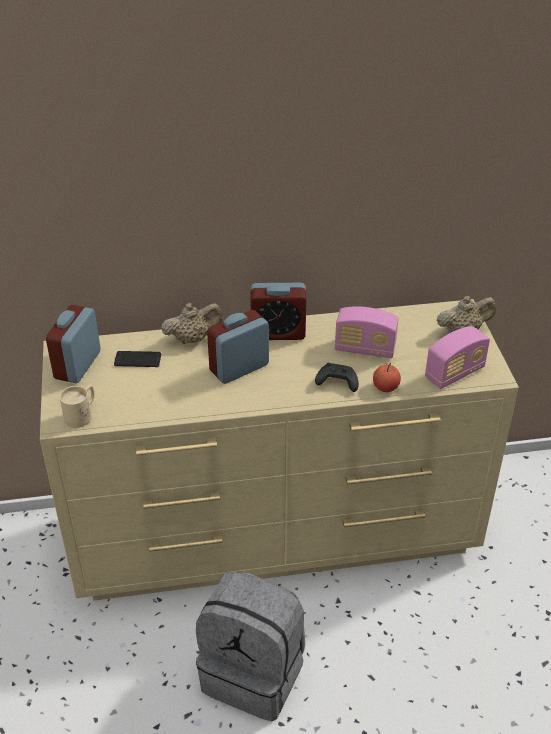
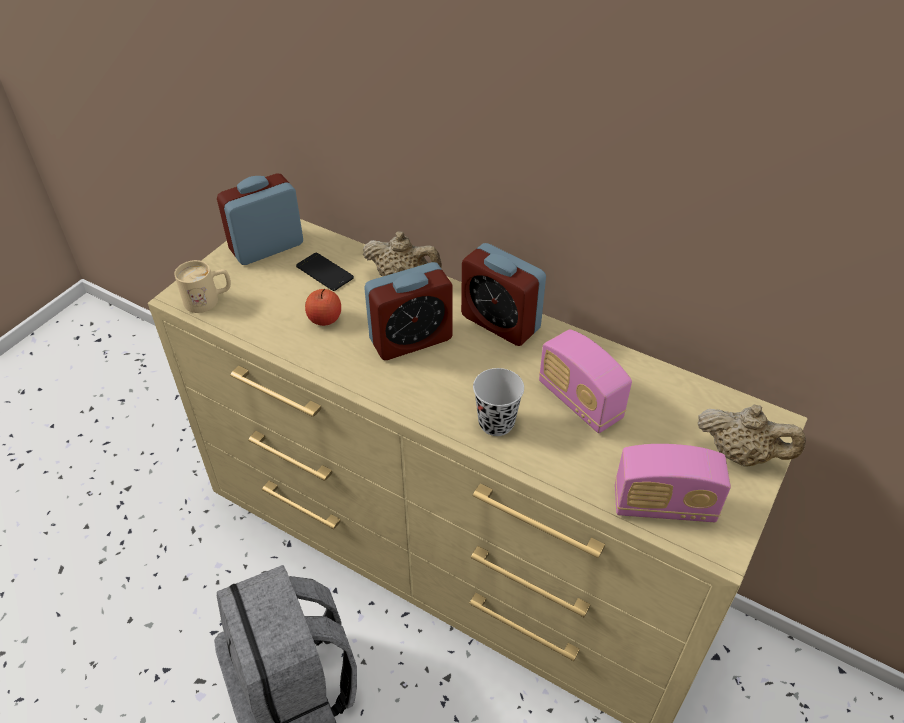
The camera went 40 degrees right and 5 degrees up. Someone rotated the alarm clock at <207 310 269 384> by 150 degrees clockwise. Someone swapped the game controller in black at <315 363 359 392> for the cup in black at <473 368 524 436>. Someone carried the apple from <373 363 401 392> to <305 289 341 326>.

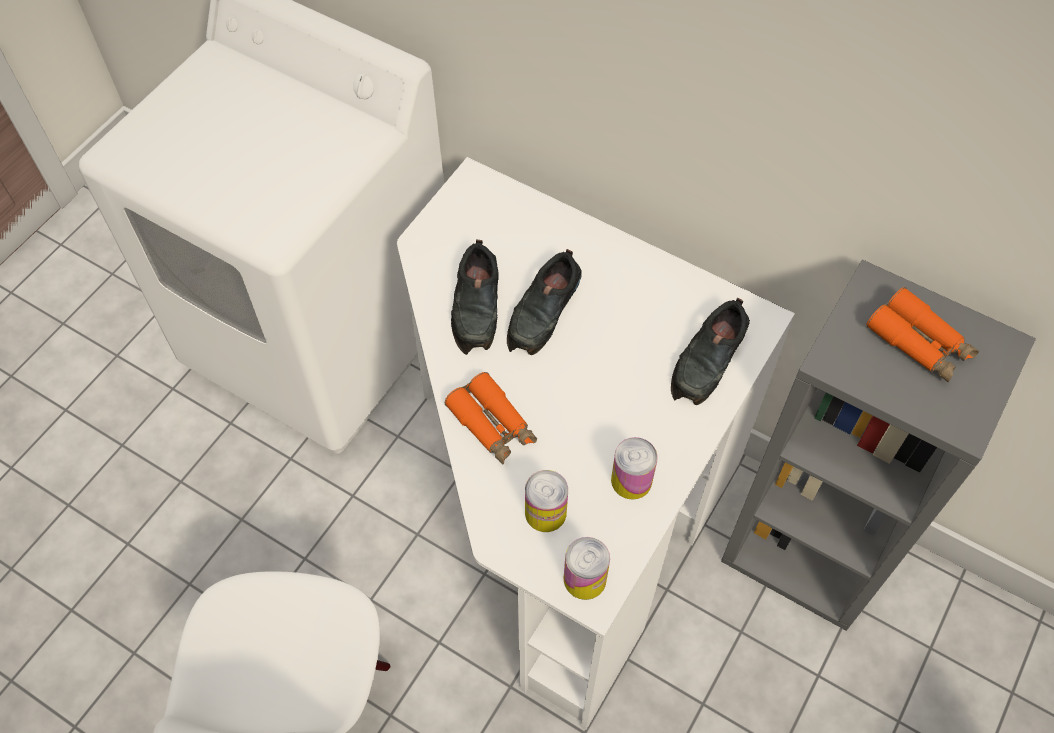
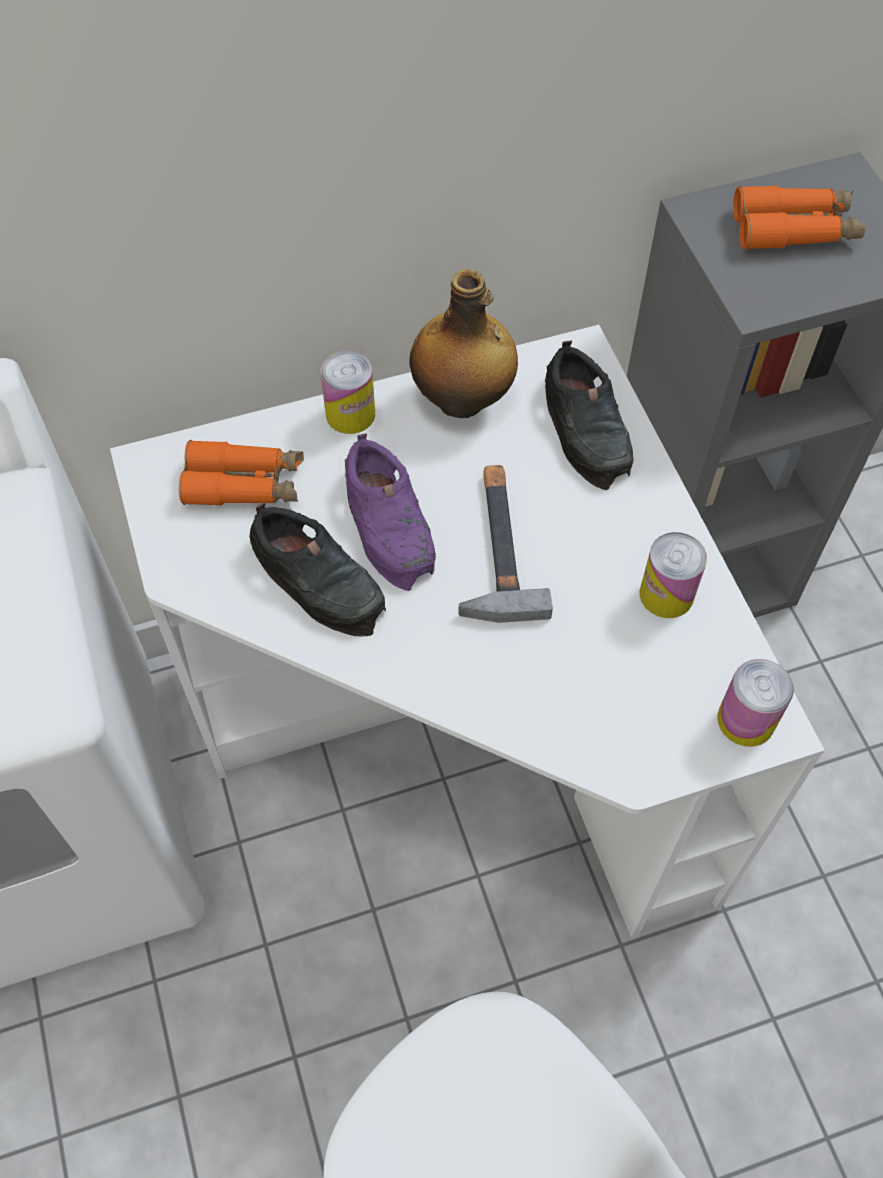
The camera went 50 degrees left and 0 degrees up. Someone repainted the shoe in black at <507 249 582 355>, which became the shoe in purple at <345 433 436 591>. Someone carried the binoculars in orange from <445 372 537 465> to <179 440 304 506>. Someone carried the can from <525 470 568 532> to <321 351 375 434>. Someone put down the bottle at <409 269 518 418>. Someone put down the hammer at <459 465 553 623>.

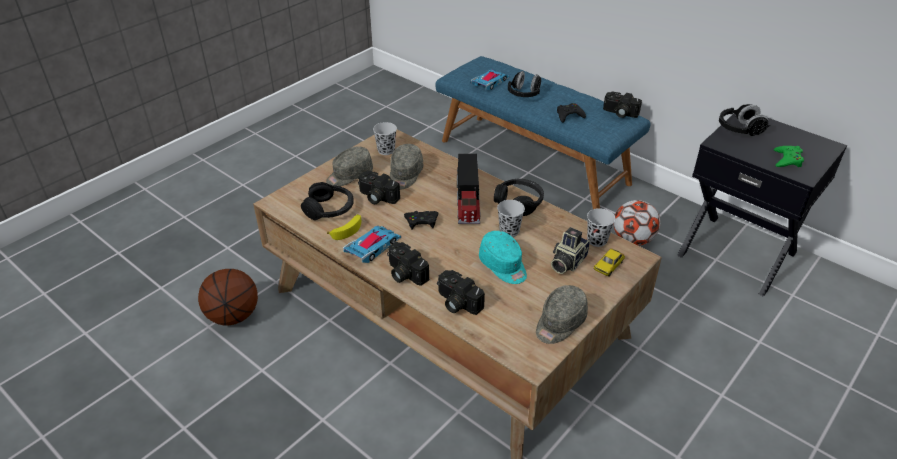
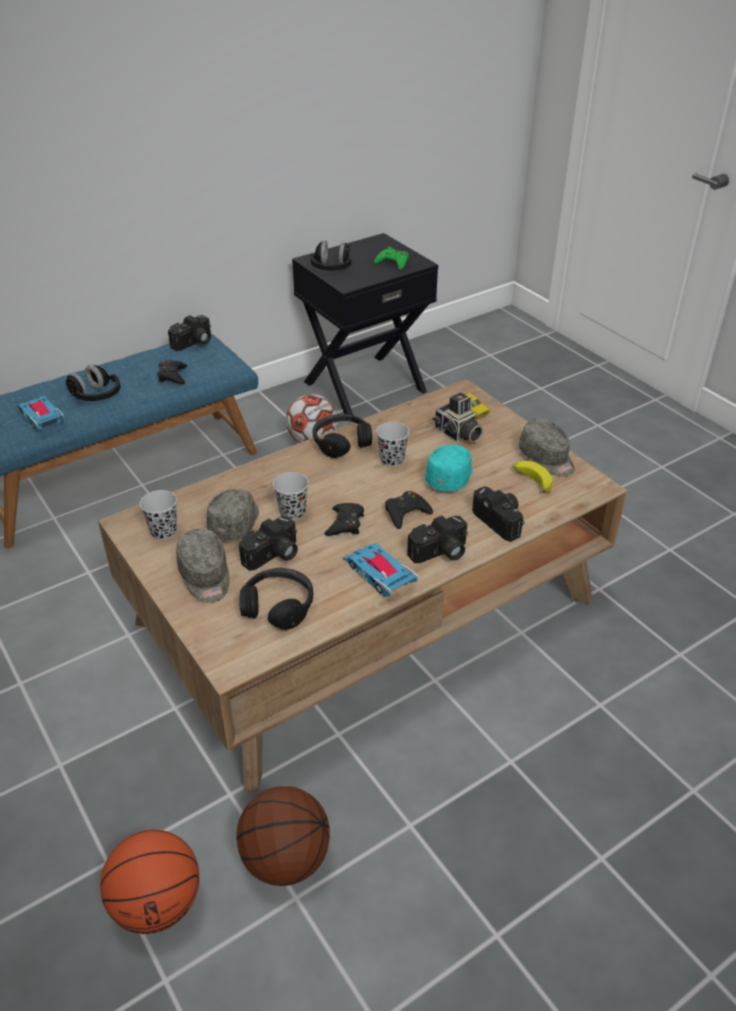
The camera went 75 degrees left and 0 degrees up. Someone rotated the cap in grey at <390 144 423 189> by 105 degrees counterclockwise. Someone took away the toy truck at <457 154 480 224>. Someone carried the cup in black from <587 208 616 247> to <273 472 309 521>. Someone carried the banana from <327 214 361 240> to <512 461 552 493>. Someone rotated the cap in turquoise at <479 231 527 284> by 45 degrees counterclockwise. Someone rotated the photo camera at <437 270 485 315> by 90 degrees counterclockwise. Someone put down the game controller in black at <385 491 433 529>. Someone put down the basketball at <100 829 199 934>.

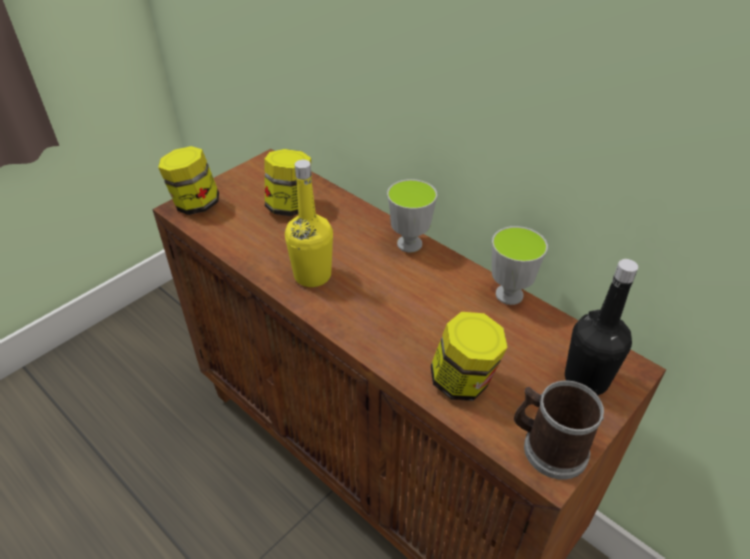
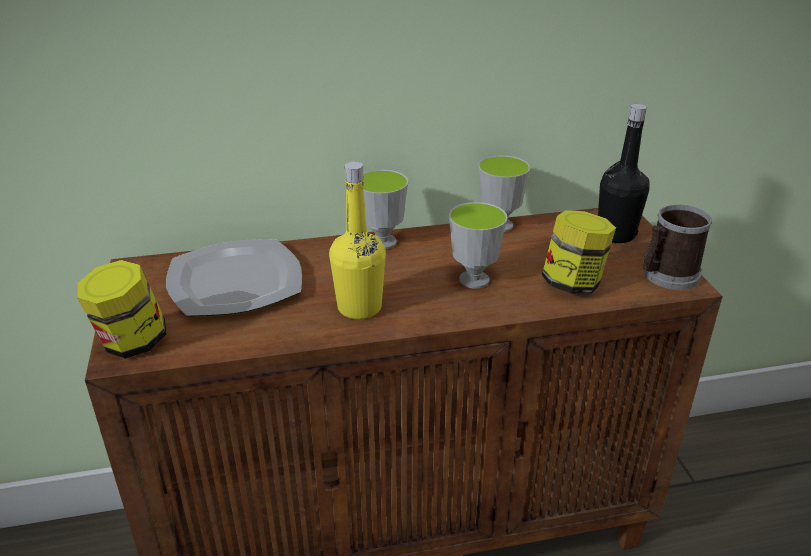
The camera went 55 degrees left and 10 degrees down. Someone swapped the jar at <264 149 311 216> for the plate at <166 239 302 316>. Someone put down the cup at <449 202 507 289>.

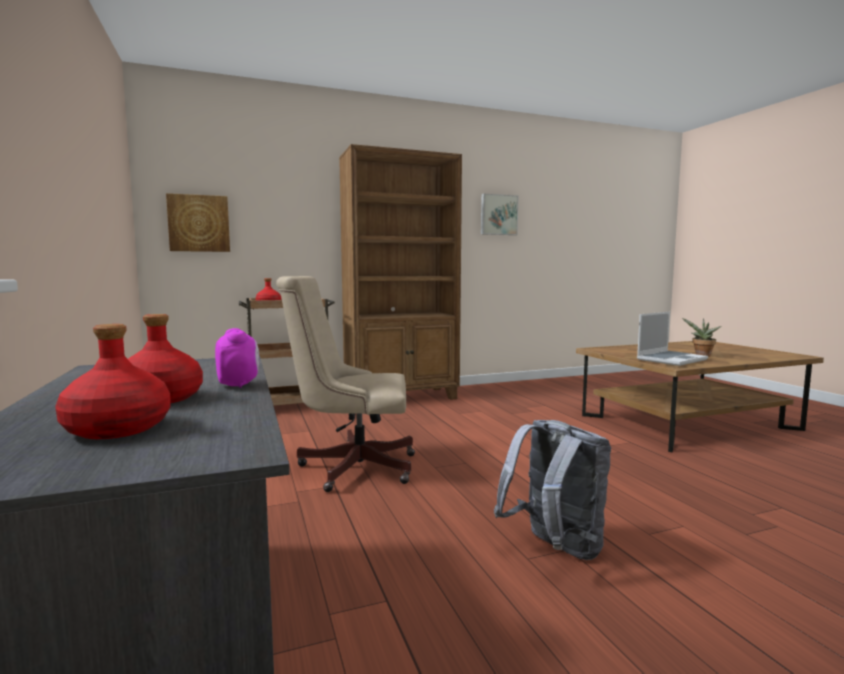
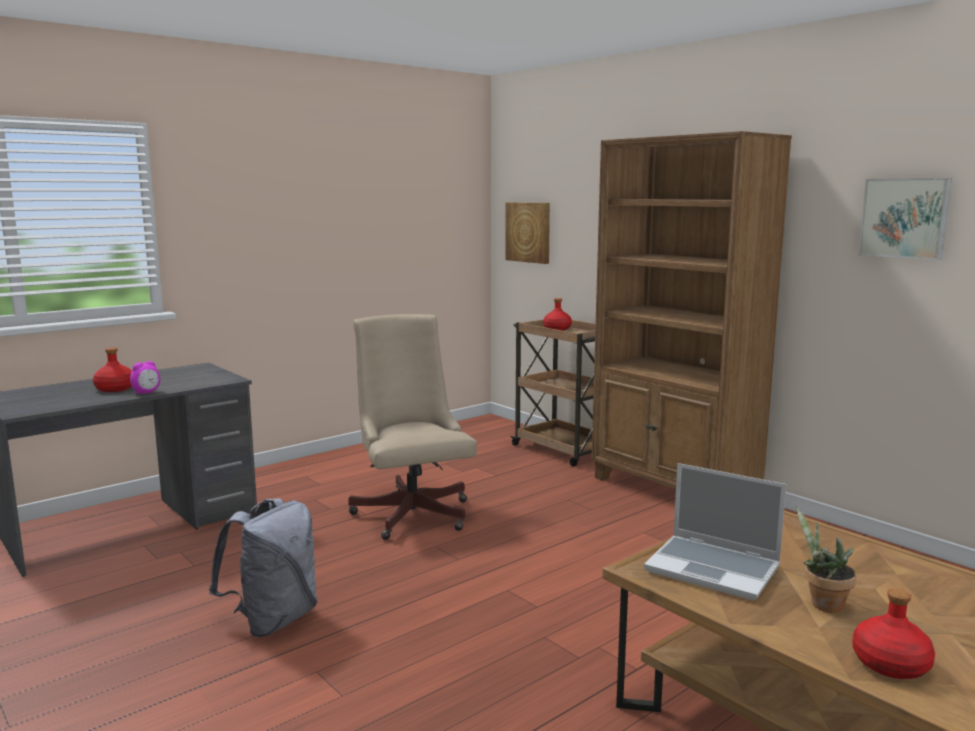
The camera went 70 degrees right and 5 degrees up. Someone carried the bottle in red from <55 324 170 439> to <852 588 935 679>.

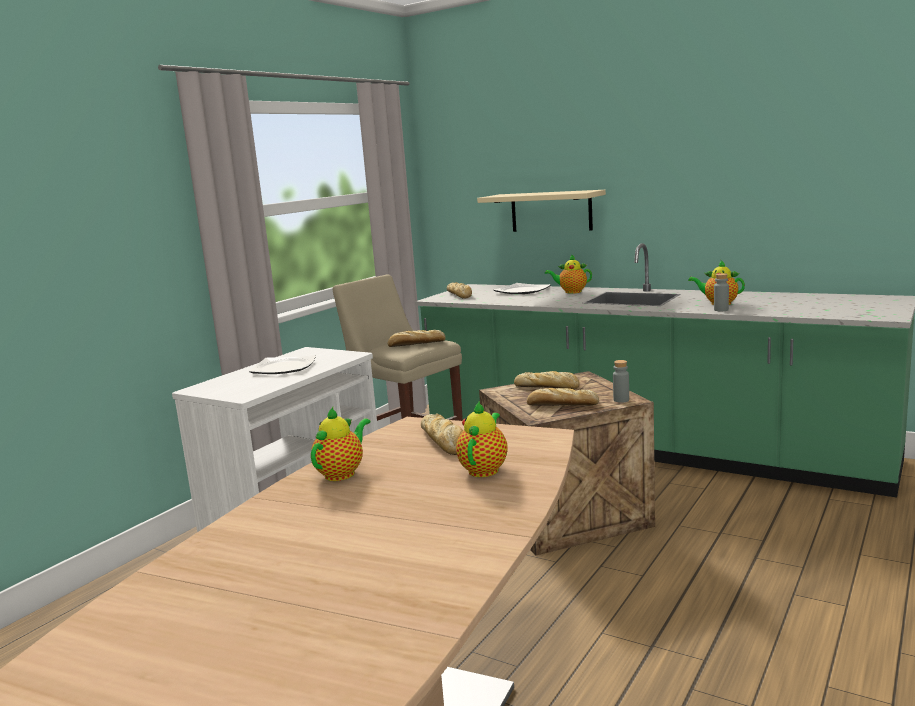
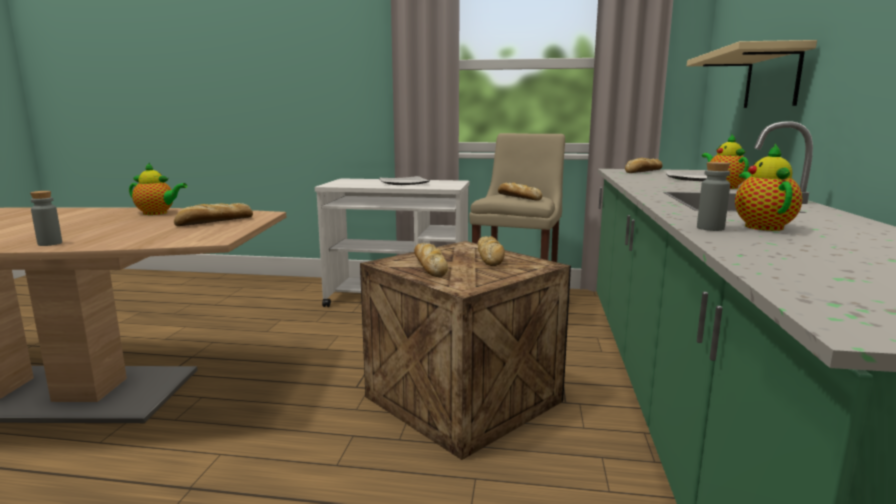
The camera went 65 degrees right and 0 degrees up. Someone carried the bottle in grey from <613 360 629 403> to <30 191 62 246>. Someone took away the teapot at <456 400 508 477>.

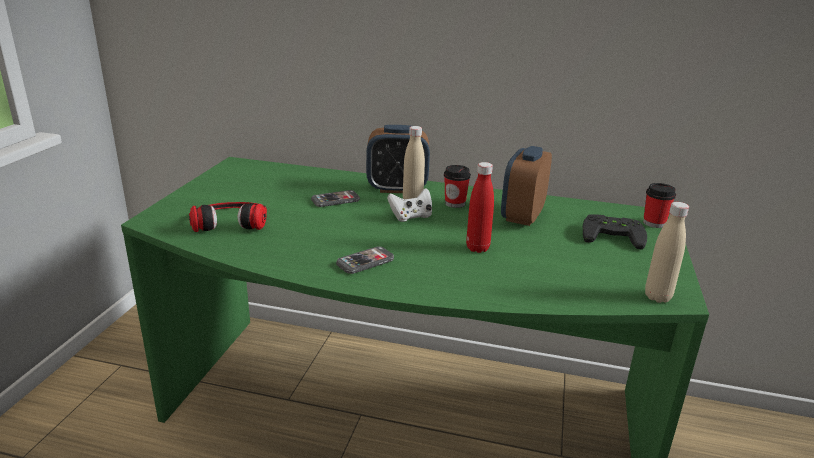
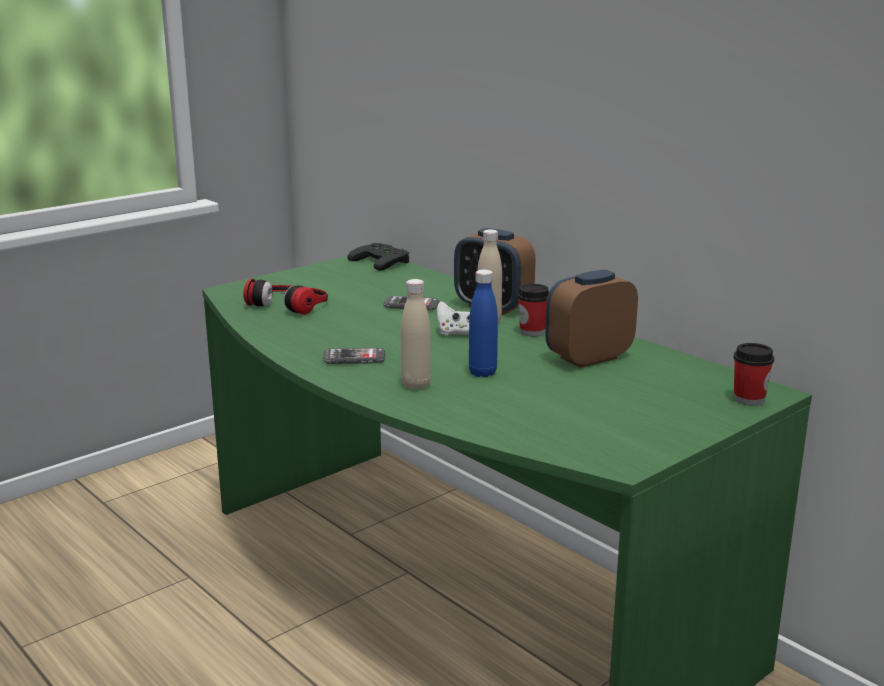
The camera went 35 degrees right and 5 degrees down. Someone repainted the bottle in red at <466 162 494 253>, which became the bottle in blue at <469 269 498 377>. Someone carried the bottle in beige from <645 202 689 303> to <401 279 431 390>. Someone carried the game controller in black from <583 215 647 250> to <347 243 409 271>.

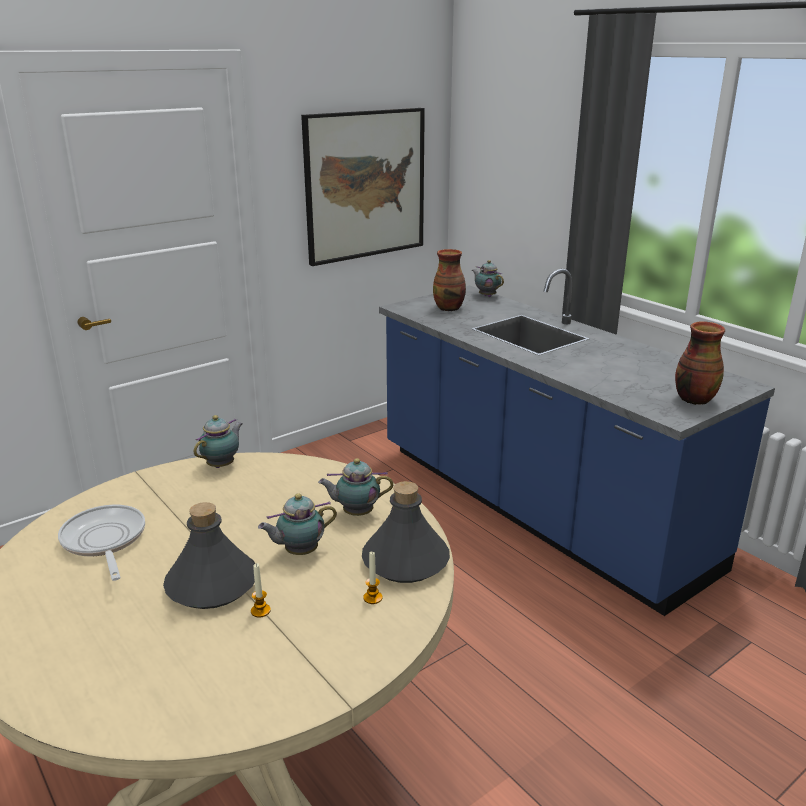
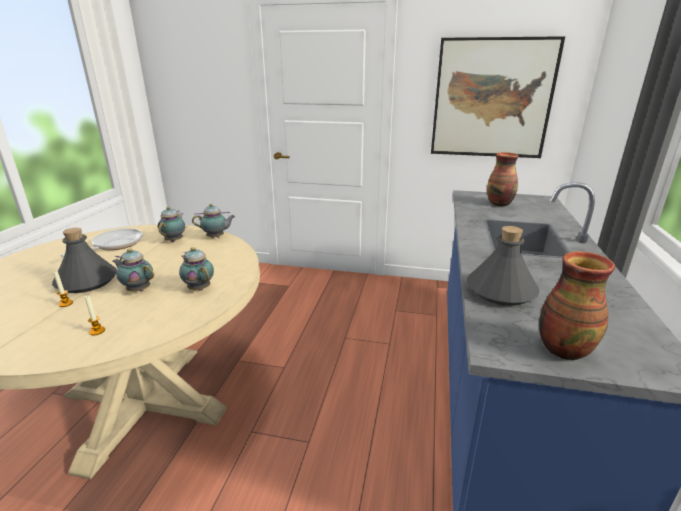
The camera went 50 degrees right and 0 degrees up. Someone carried the teapot from <472 260 504 297> to <158 207 185 242>. Someone carried the bottle in grey from <362 481 450 583> to <467 226 540 306>.

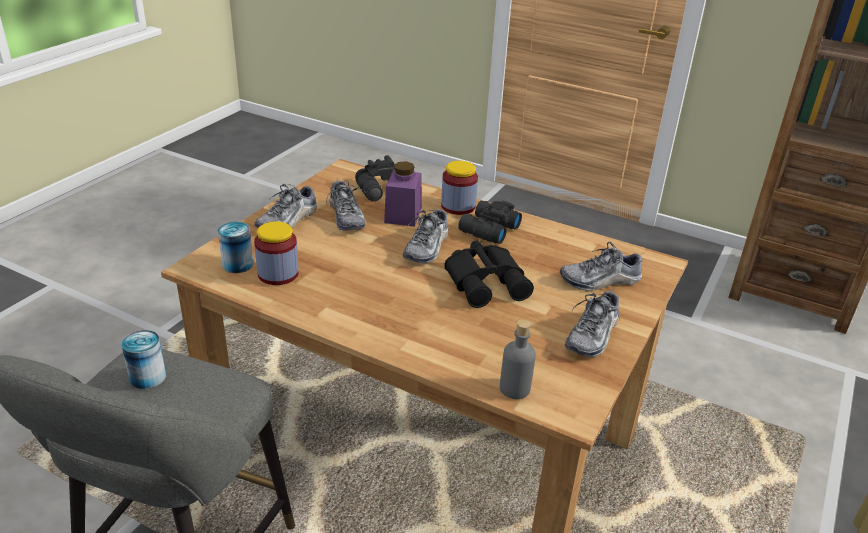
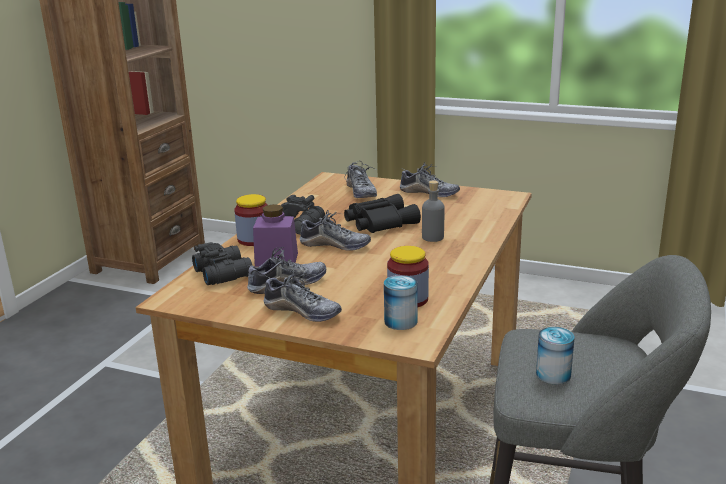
The camera went 95 degrees left and 10 degrees down. Someone carried the bottle in grey from <500 319 536 399> to <422 181 445 242>.

